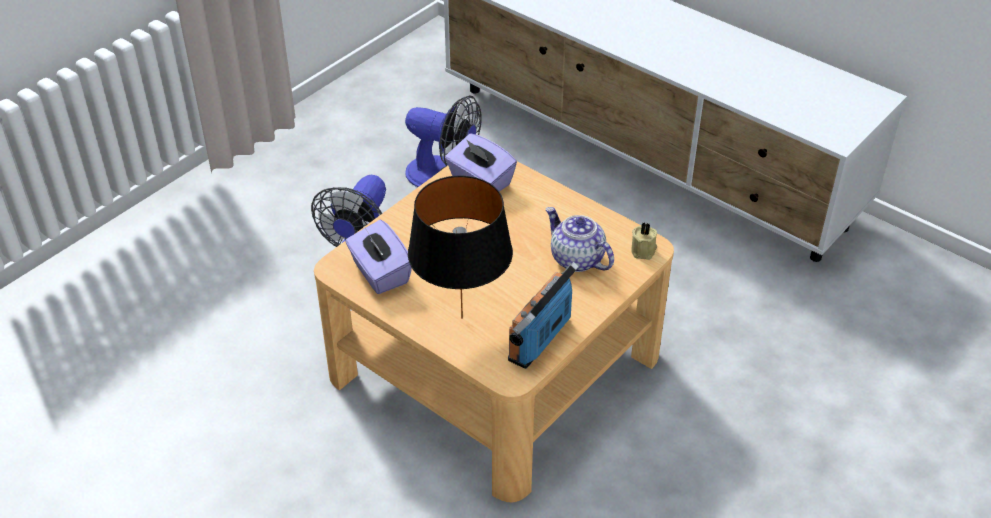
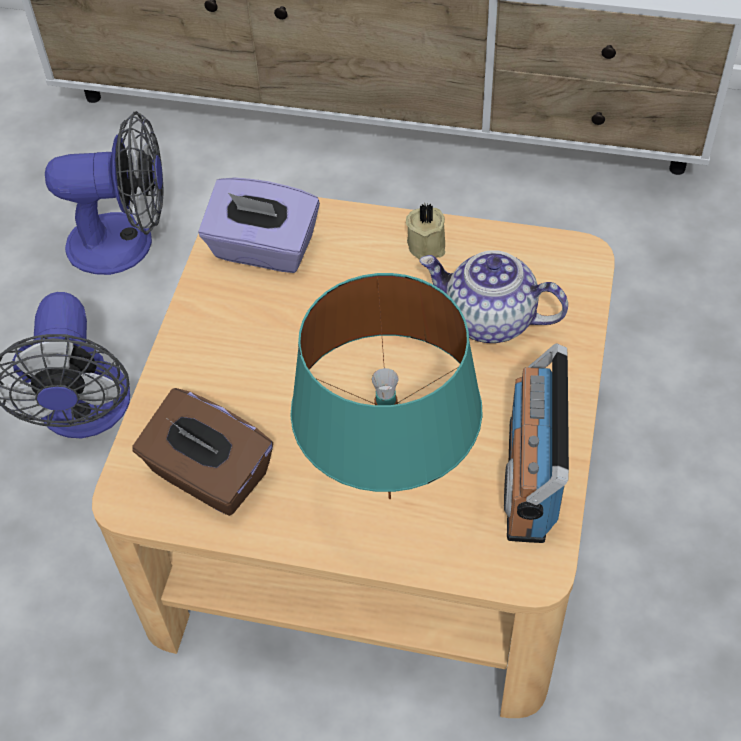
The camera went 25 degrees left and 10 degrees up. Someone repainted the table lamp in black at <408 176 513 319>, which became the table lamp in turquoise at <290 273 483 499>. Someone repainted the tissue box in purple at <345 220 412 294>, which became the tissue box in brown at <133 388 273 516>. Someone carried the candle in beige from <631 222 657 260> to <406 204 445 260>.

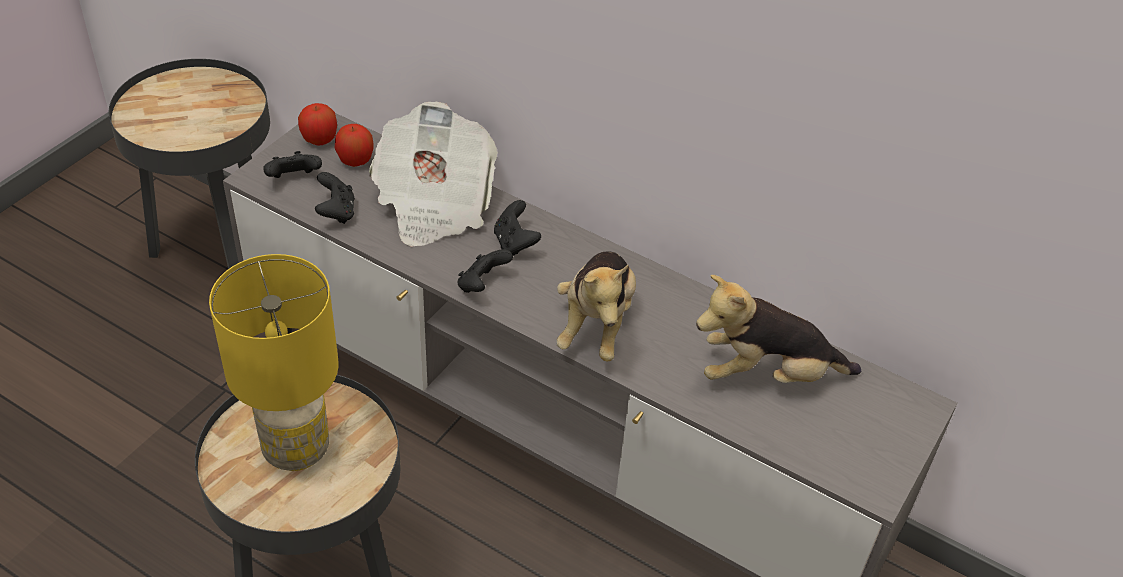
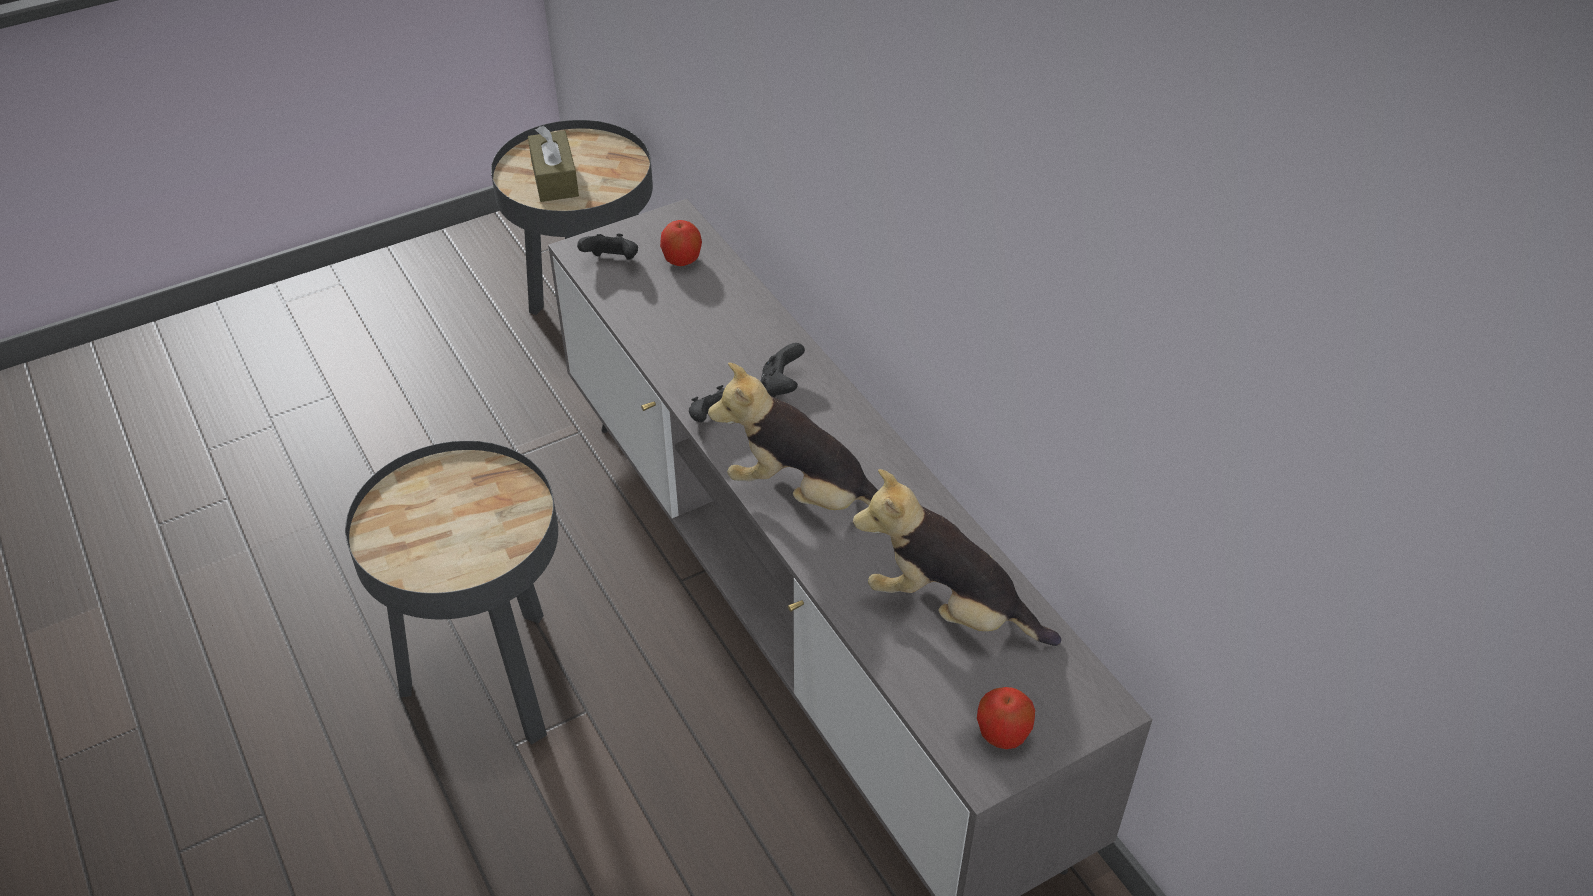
The camera went 30 degrees right and 0 degrees up. Someone took away the newspaper at <369 102 498 247>. Someone carried the apple from <298 103 337 145> to <977 687 1035 749>. Someone took away the game controller in black at <315 172 355 224>. Someone rotated the plush toy at <556 251 636 361> by 75 degrees clockwise. Someone took away the table lamp in yellow at <209 254 339 471>. Someone put down the tissue box in brown at <528 126 579 202>.

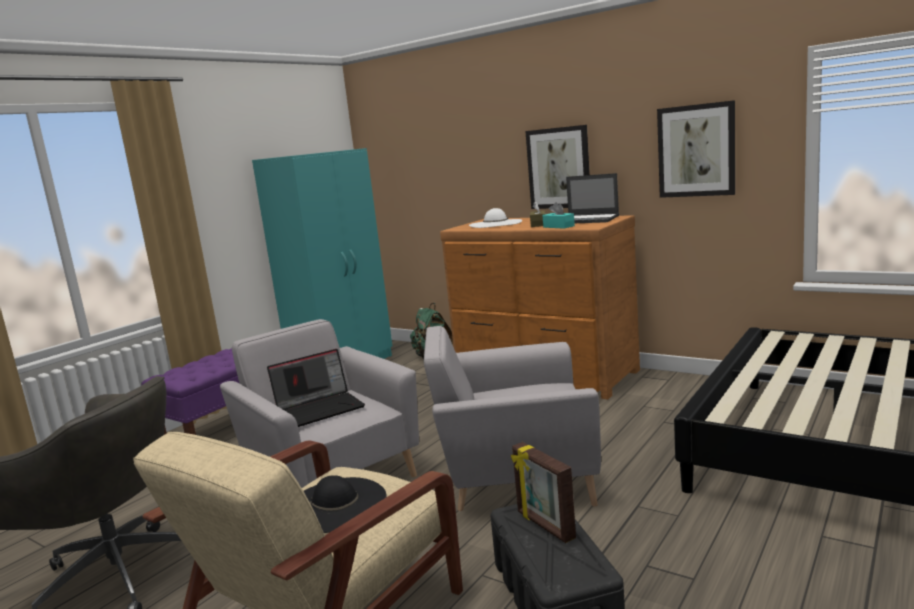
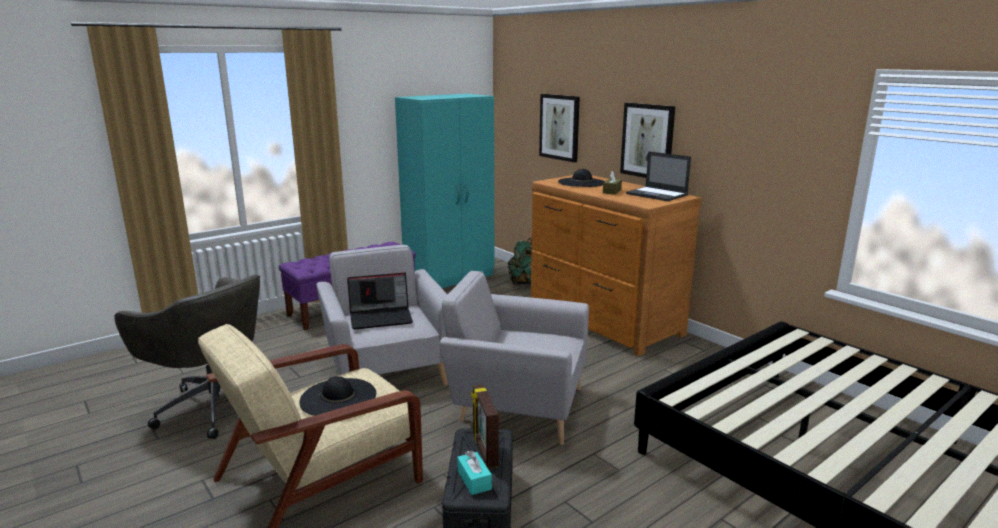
The camera went 15 degrees right and 5 degrees up. Someone carried the picture from <657 100 735 198> to <539 94 580 163>. Someone carried the tissue box in turquoise from <542 202 575 229> to <457 450 492 495>. Someone repainted the hat in white at <469 208 522 228>, which became the hat in black at <558 169 605 187>.

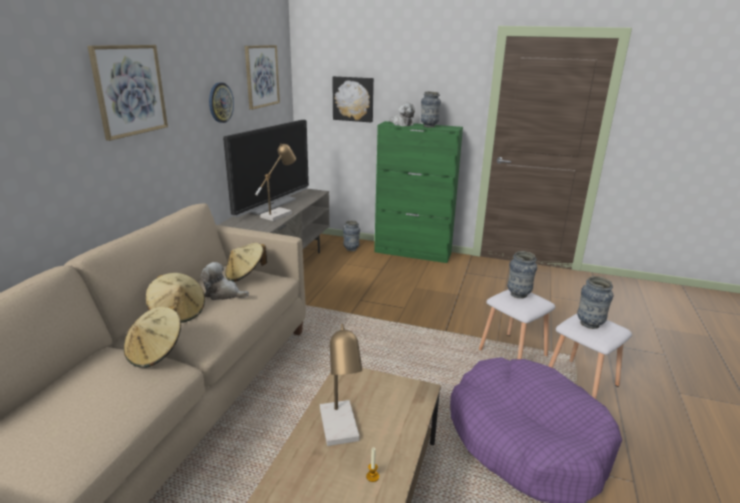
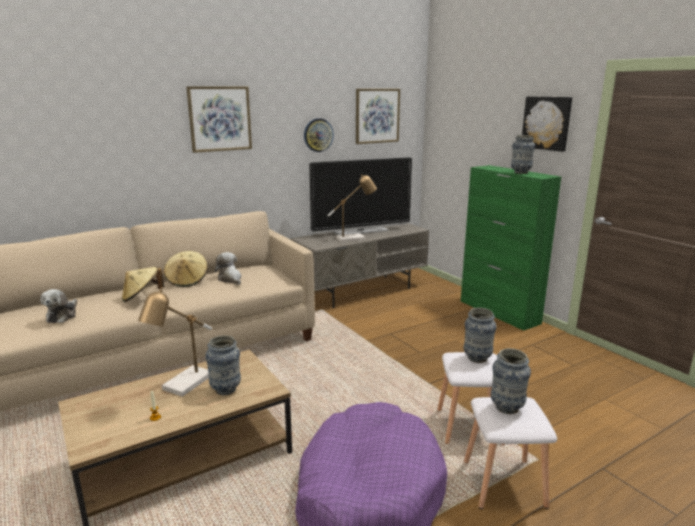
The camera went 40 degrees right and 5 degrees down. Someone carried the picture from <332 76 374 122> to <522 96 572 152>. Someone carried the plush toy from <389 103 415 126> to <41 289 77 323>. Someone carried the vase from <343 220 360 252> to <205 335 241 395>. Someone took away the hat in beige at <225 243 267 282>.

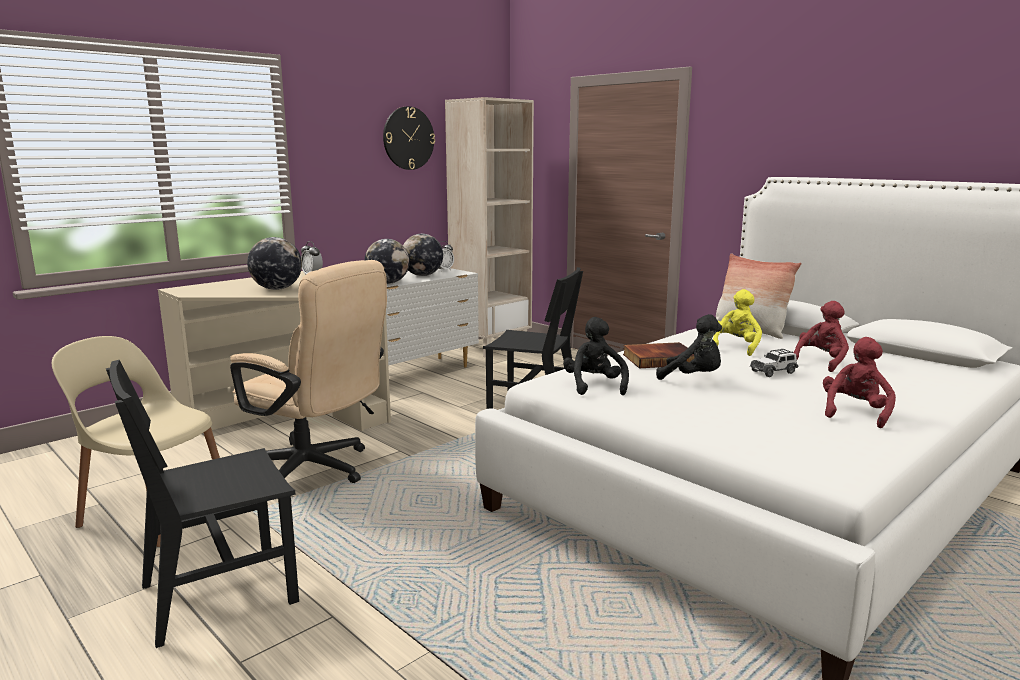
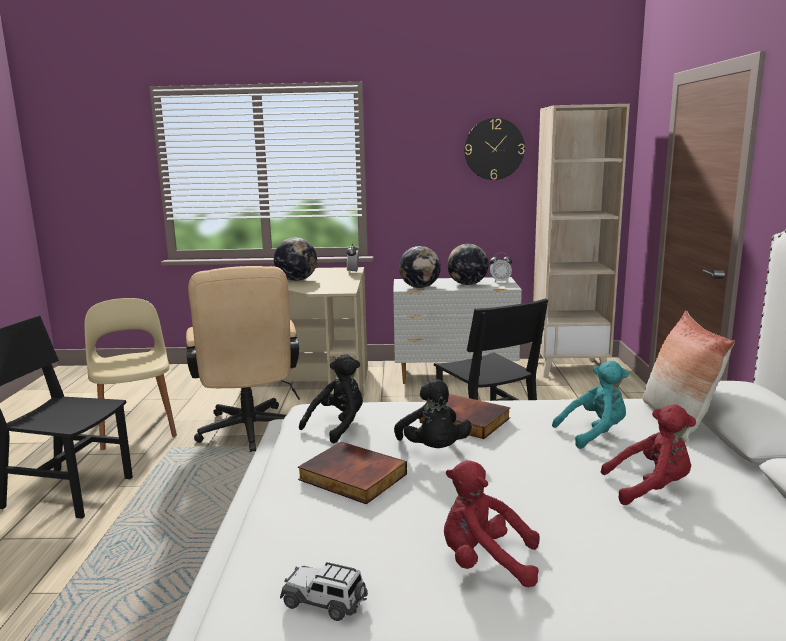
The camera went 45 degrees right and 0 degrees up. Someone repainted the plush toy in yellow at <713 289 762 356>, which became the plush toy in turquoise at <552 361 629 449>. Someone rotated the plush toy in red at <823 337 896 428> by 150 degrees counterclockwise. Someone carried the toy car from <750 349 798 377> to <280 562 368 621>. Someone put down the book at <298 442 407 504>.

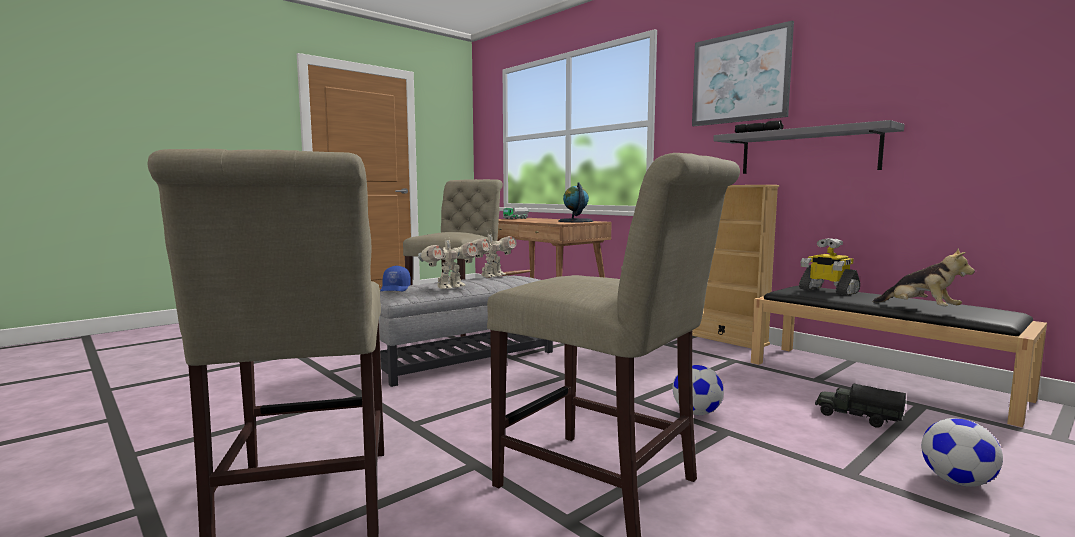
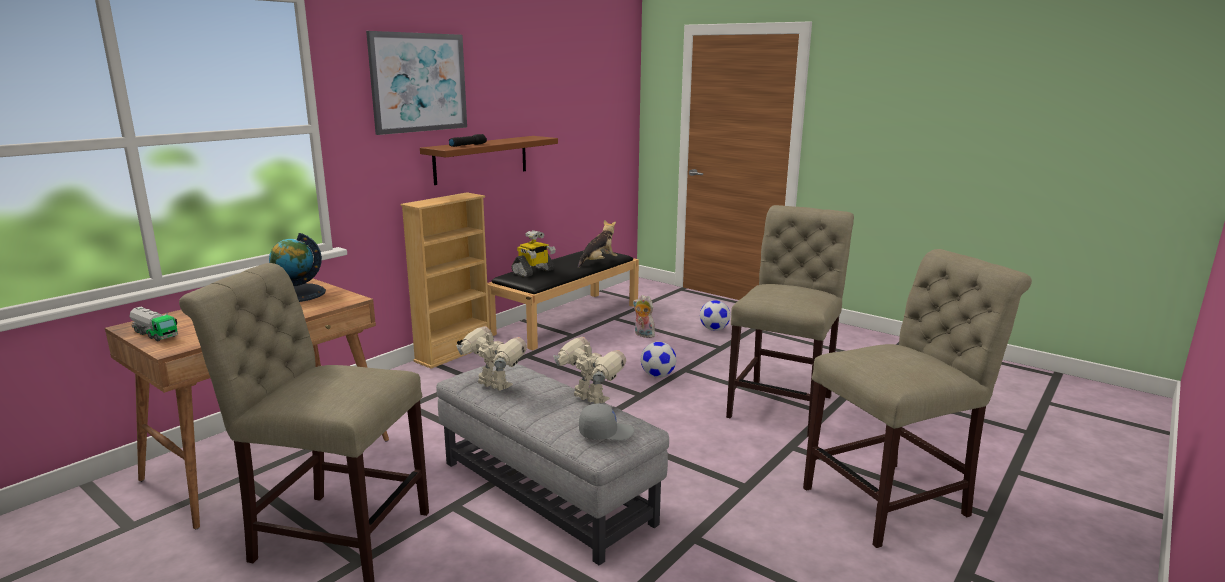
The camera went 100 degrees left and 10 degrees up. Someone repainted the shelf in grey at <713 120 905 174>, which became the shelf in brown at <420 136 558 185>. Someone repainted the cap in blue at <380 265 411 291>, which became the cap in grey at <579 403 635 440>. Someone swapped the toy truck at <815 384 906 428> for the plush toy at <633 295 655 338>.

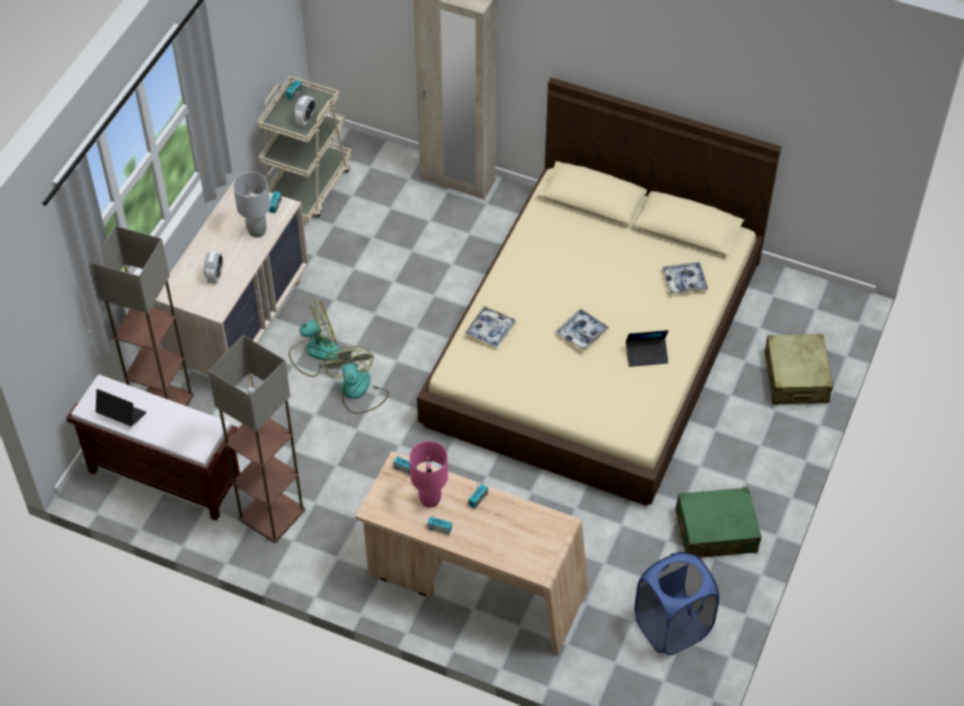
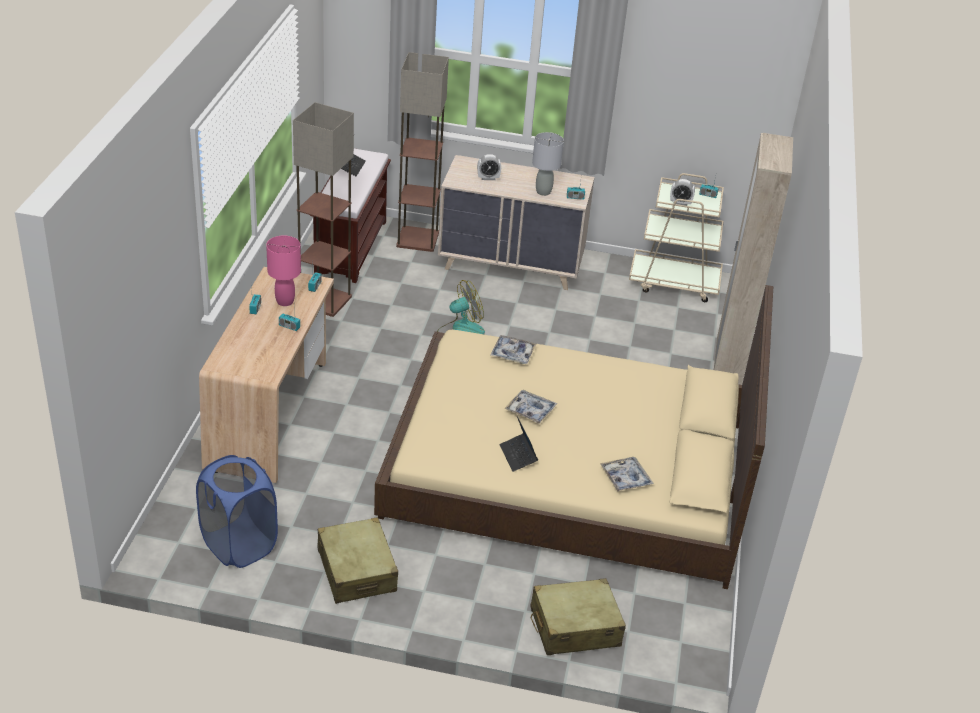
The camera went 75 degrees right and 15 degrees down. Someone took away the fan at <289 300 341 377>. Someone repainted the suitcase in green at <674 487 761 558>, which became the suitcase in beige at <318 517 398 604>.

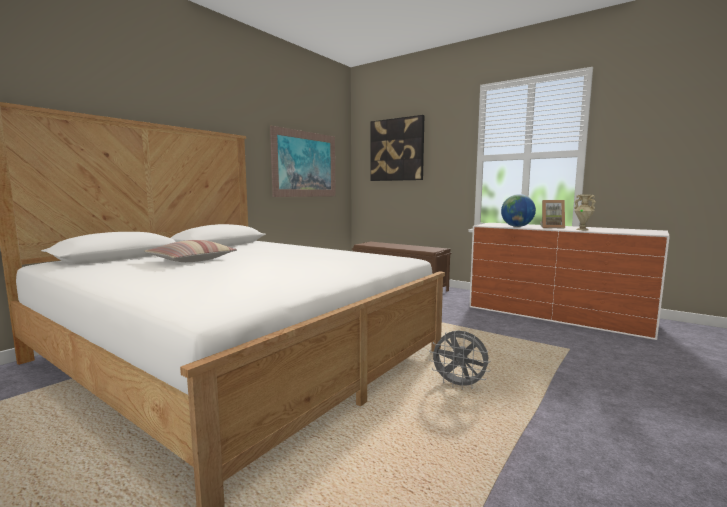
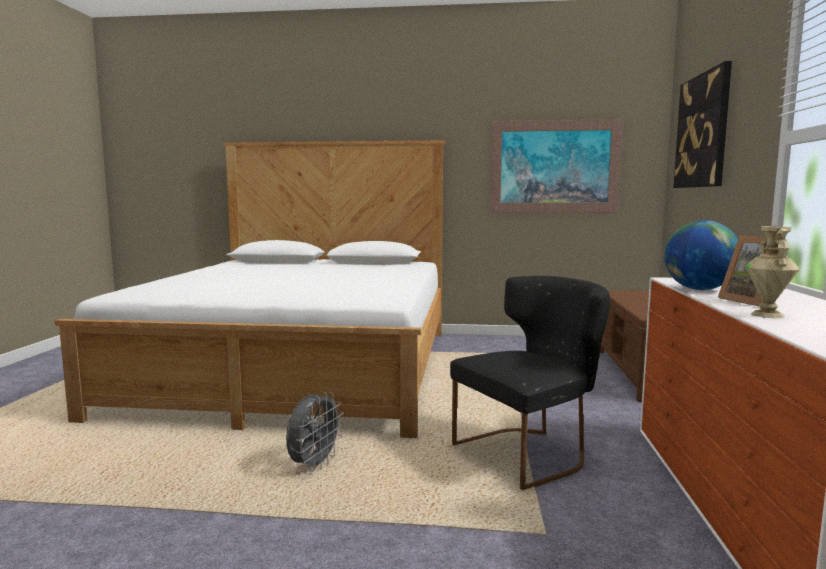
The camera went 60 degrees right and 0 degrees up. Someone took away the pillow at <145 240 237 262>. Someone rotated the fan in grey at <429 330 491 390> by 150 degrees counterclockwise. Someone put down the chair in black at <450 276 610 490>.

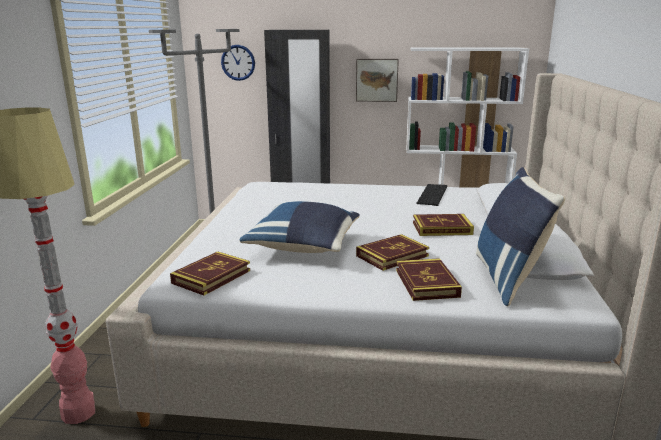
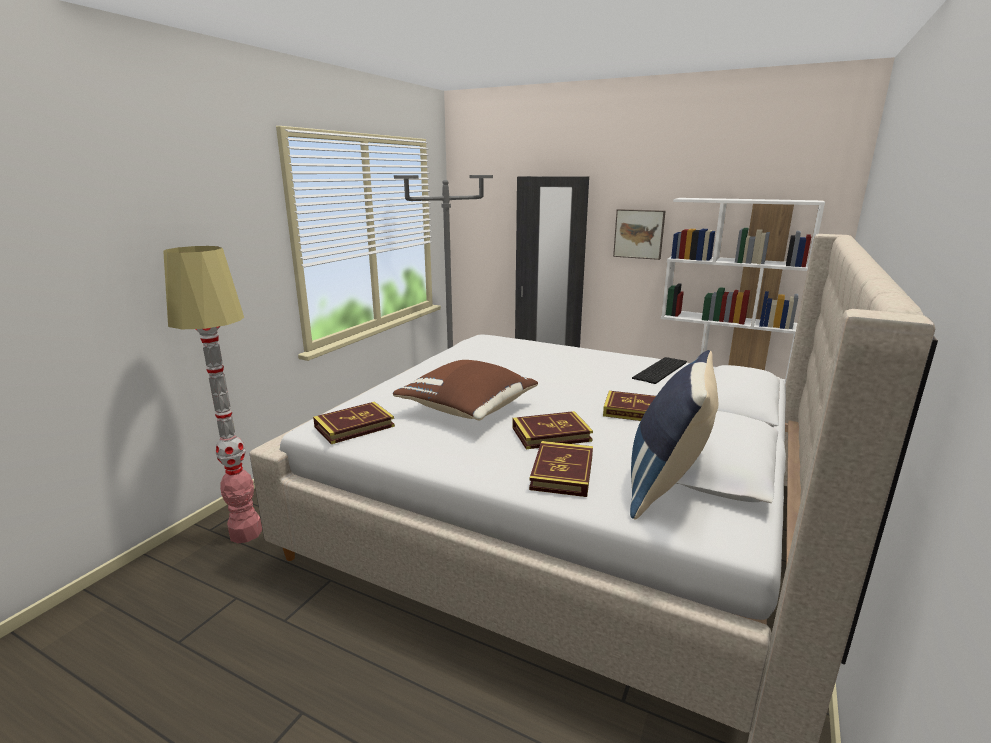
The camera went 20 degrees right and 0 degrees up. Someone took away the wall clock at <221 45 255 81>. Someone repainted the pillow in blue at <239 201 360 253>, which became the pillow in brown at <393 360 538 420>.

